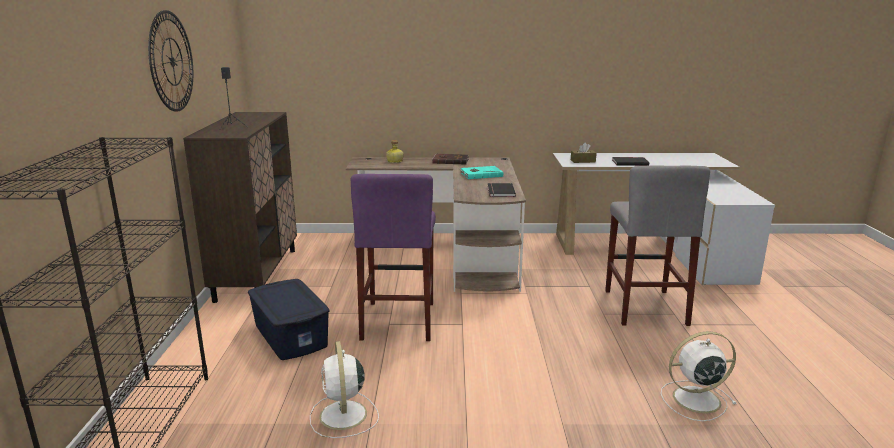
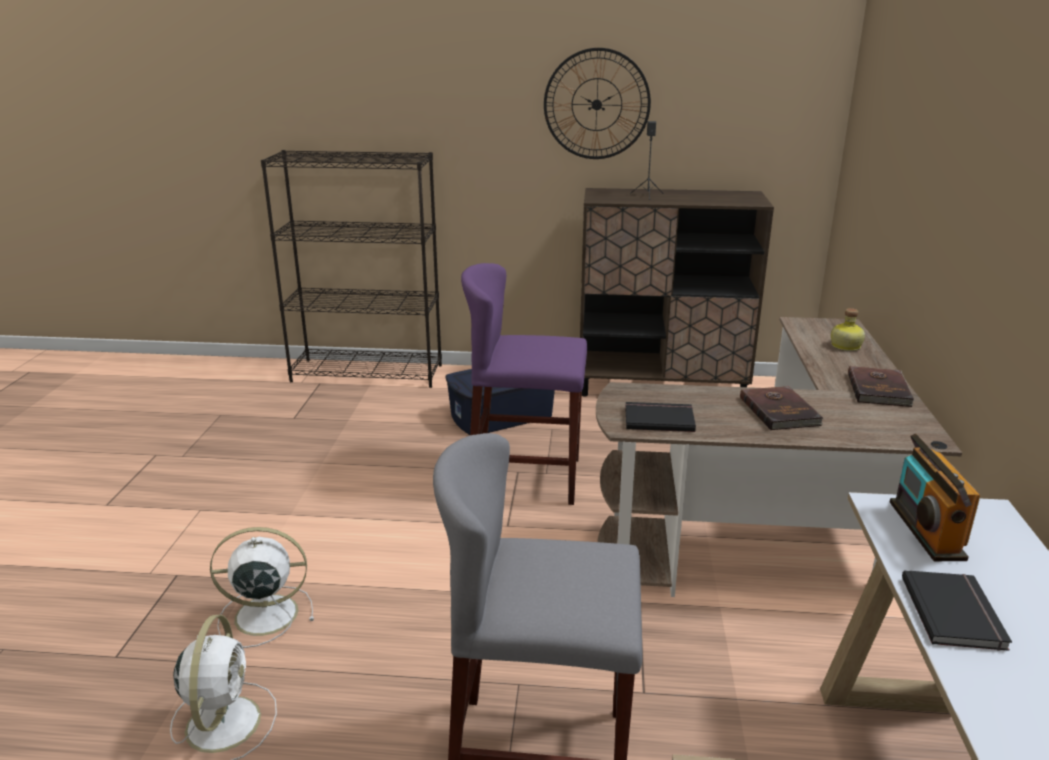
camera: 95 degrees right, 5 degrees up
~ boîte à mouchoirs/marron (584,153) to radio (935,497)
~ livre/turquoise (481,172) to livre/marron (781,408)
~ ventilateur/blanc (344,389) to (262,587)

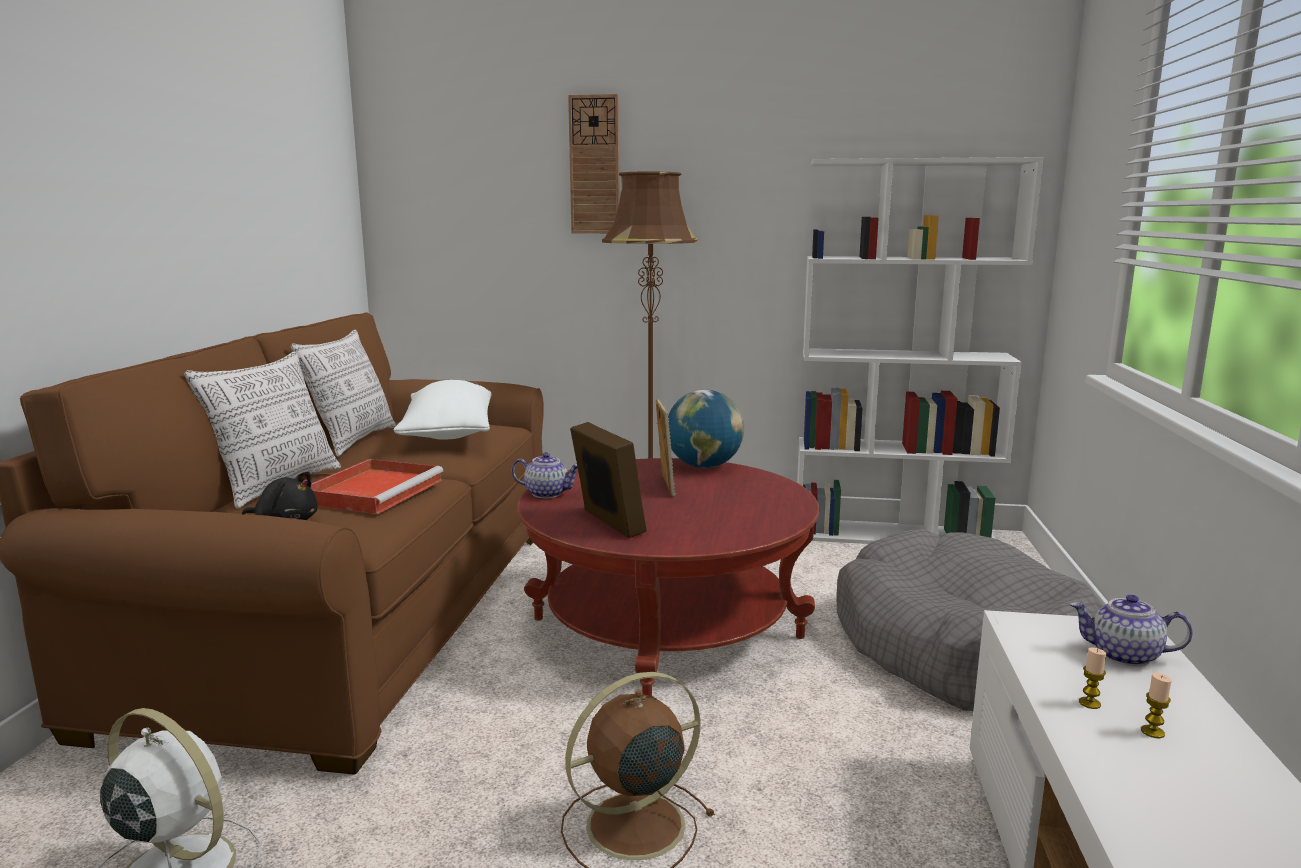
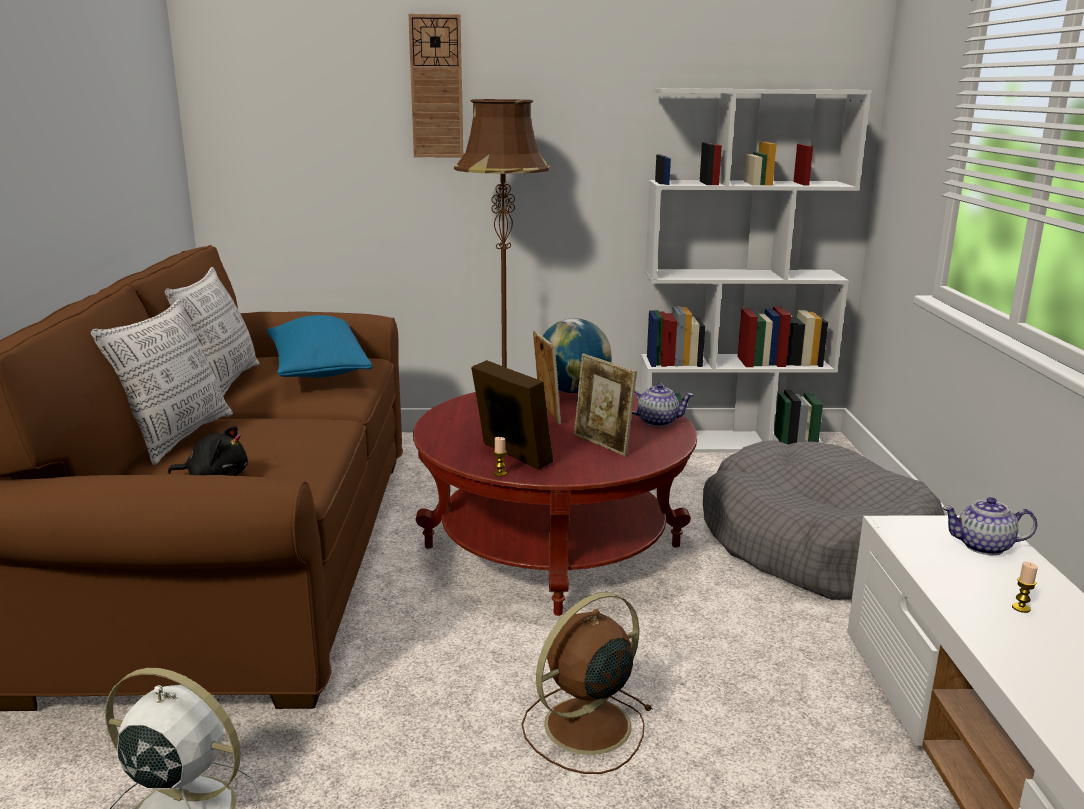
camera: 10 degrees left, 5 degrees up
~ coussin/blanc (442,410) to coussin/bleu (319,346)
~ théière (545,475) to (663,405)
- plateau/rouge (377,486)
~ bougie (1092,678) to (500,456)
+ cadre photo (605,405)

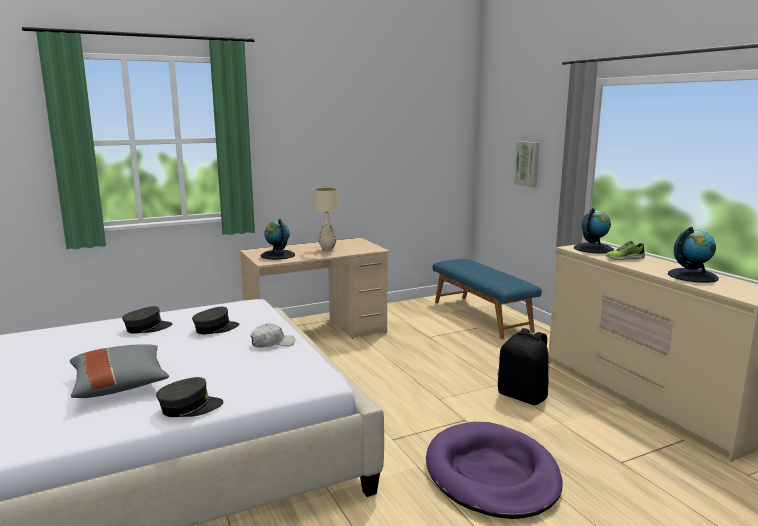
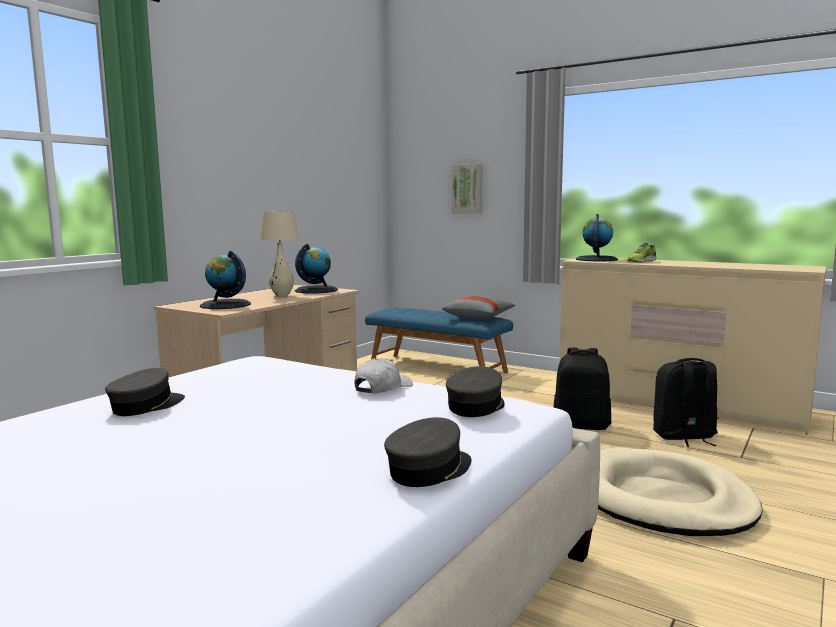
camera: 30 degrees left, 5 degrees down
~ globe (693,255) to (316,269)
~ casquette/gris (215,320) to (475,391)
~ coussin/gris (119,371) to (478,307)
~ panier pour chien/violet (494,470) to panier pour chien/beige (680,492)
+ sac à dos/noir (685,402)

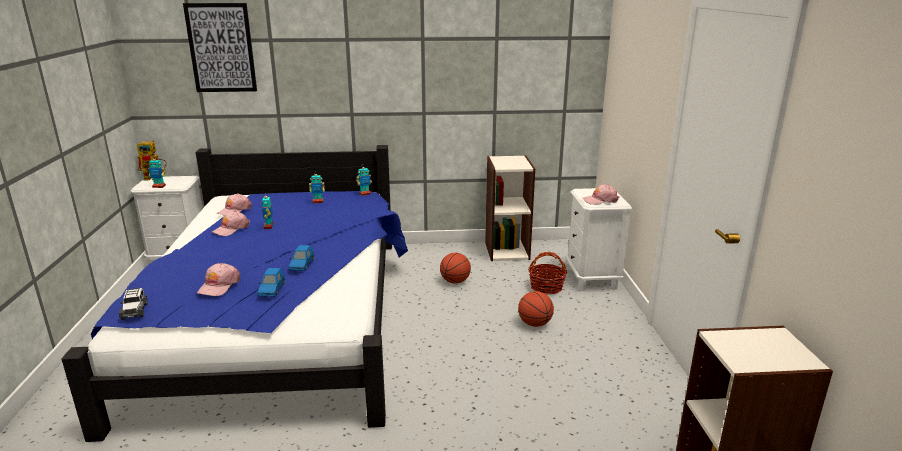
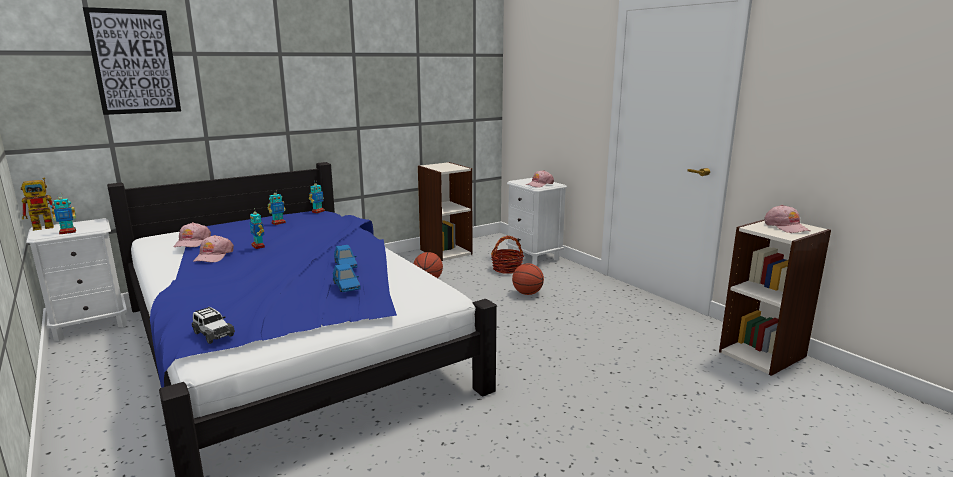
camera: 30 degrees left, 5 degrees down
~ casquette/rose (218,279) to (787,219)

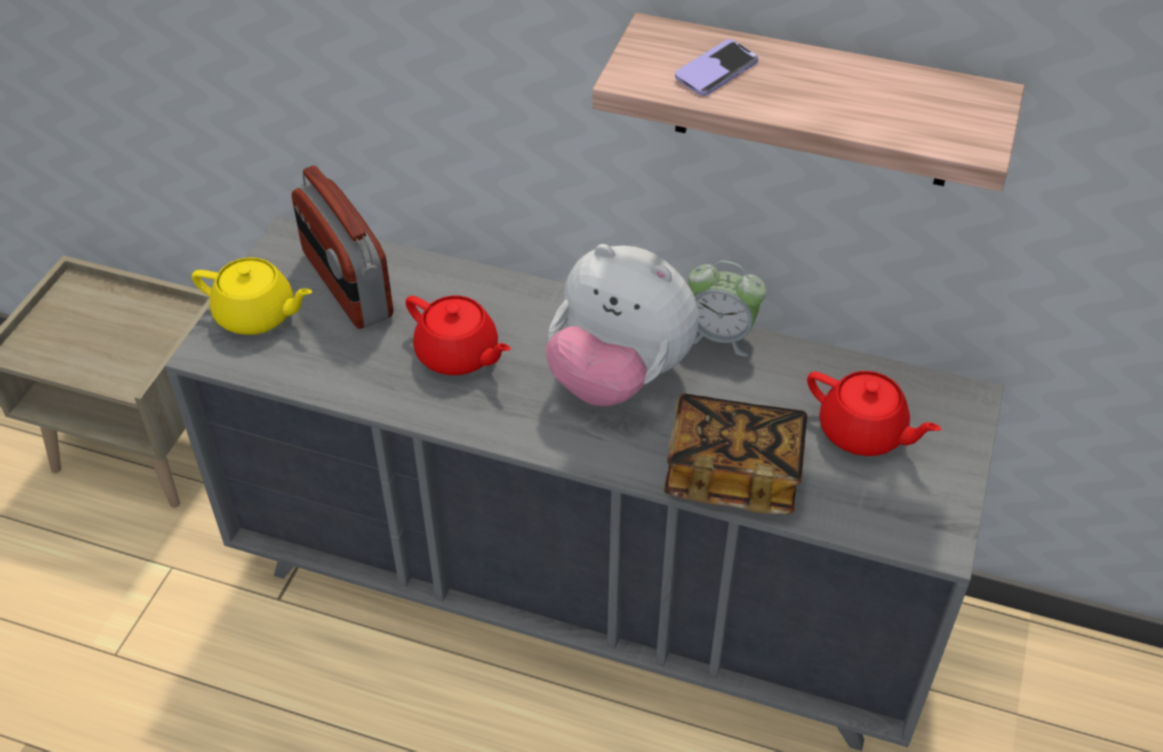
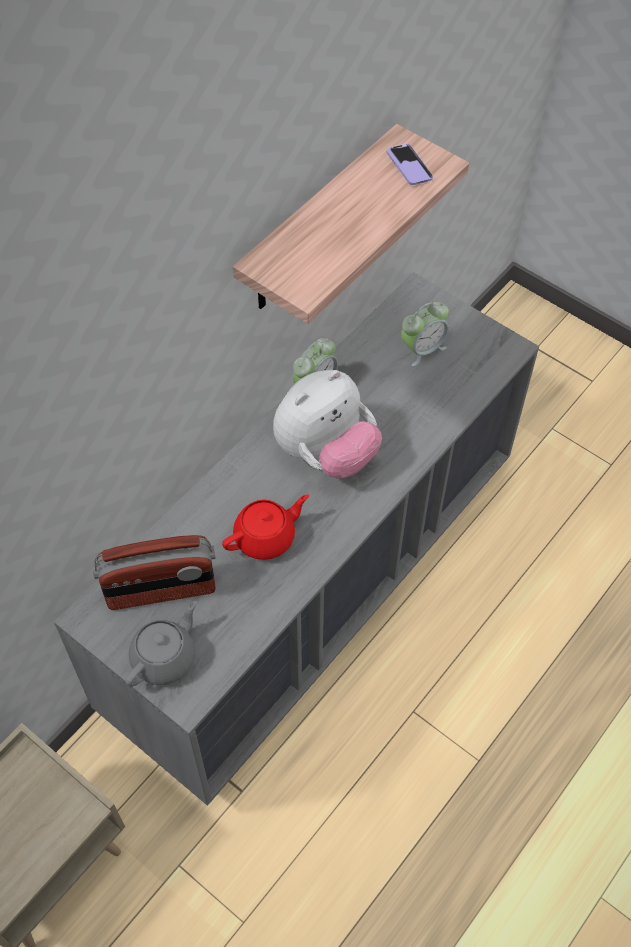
camera: 70 degrees left, 10 degrees up
~ téléphone (717,67) to (410,164)
~ théière/jaune (252,296) to théière/gris (161,644)
~ théière/rouge (874,413) to réveil (425,334)
- livre (736,454)

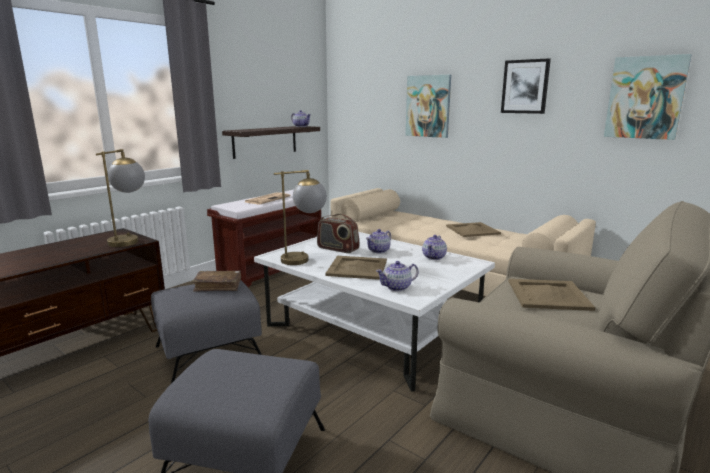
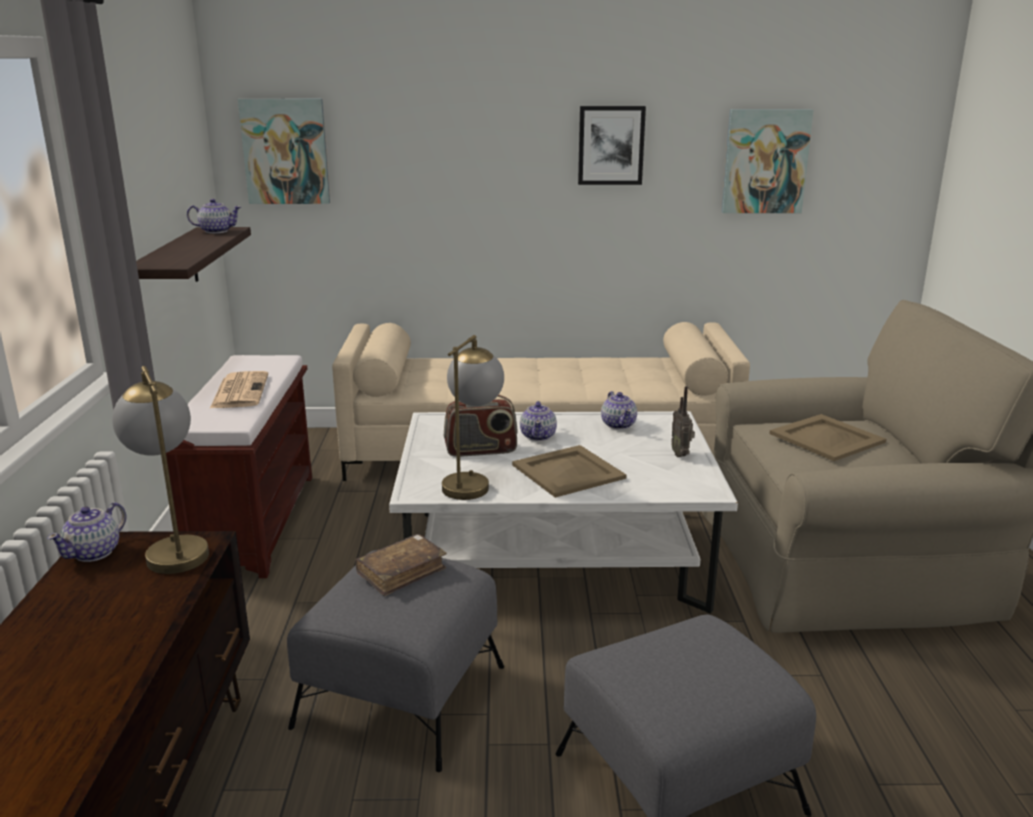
camera: 40 degrees left, 5 degrees up
~ tableau (428,106) to (284,151)
- plateau/beige (473,229)
~ théière (397,276) to (86,532)
+ radio (683,421)

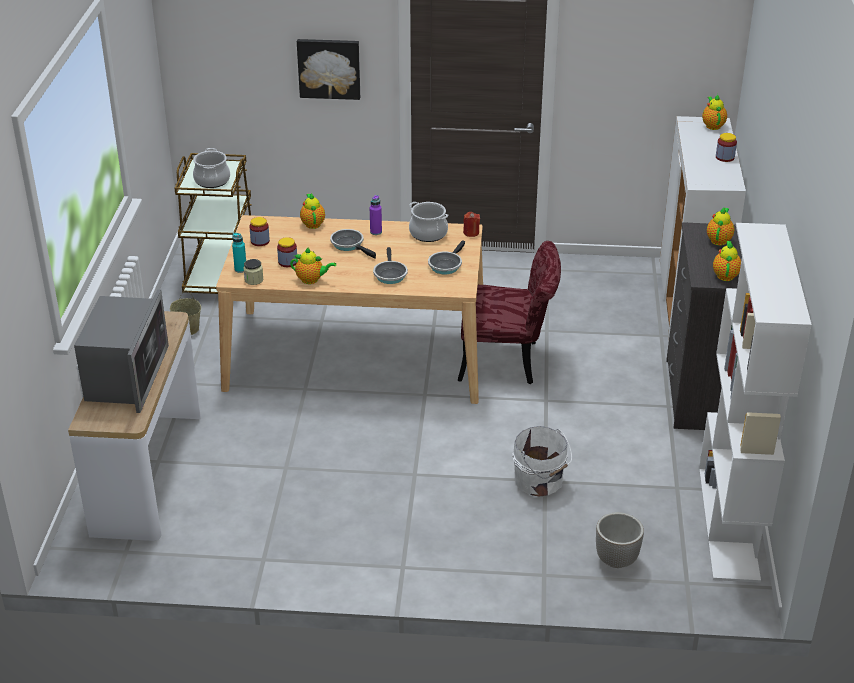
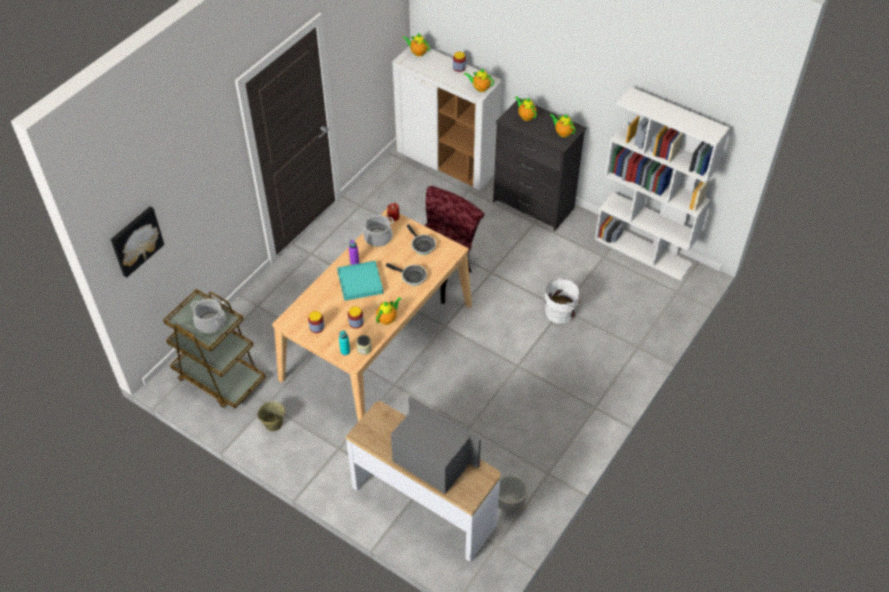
camera: 60 degrees left, 15 degrees up
~ tableau (328,69) to (137,242)
~ théière (312,211) to (479,80)
~ poêle (353,243) to plateau/turquoise (360,281)
~ cache-pot (620,540) to (512,494)

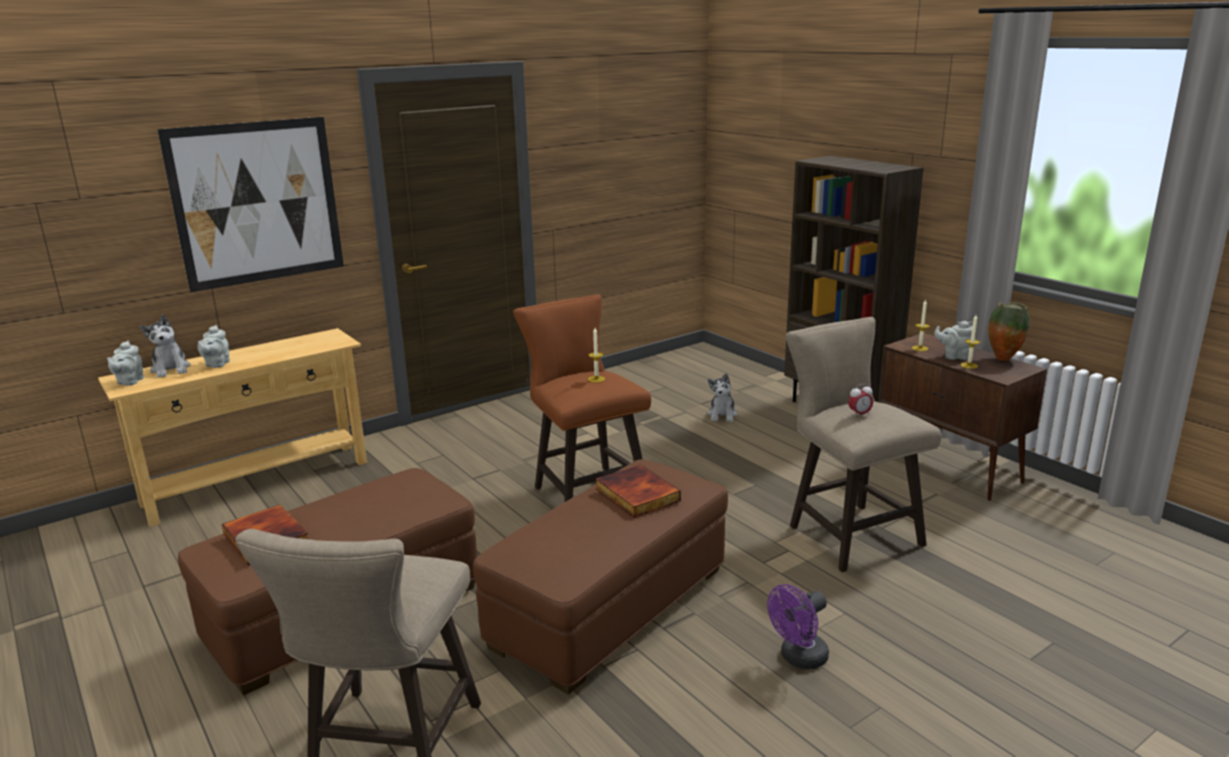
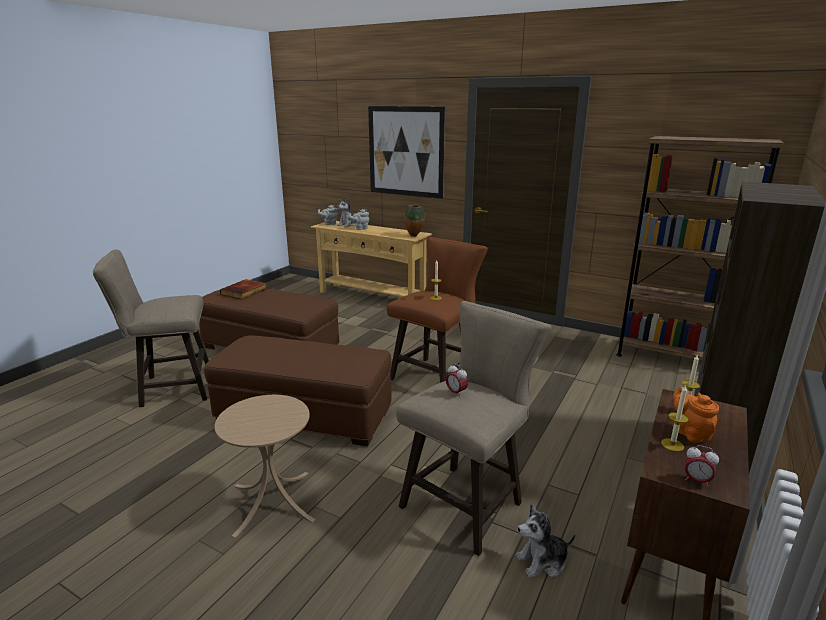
camera: 65 degrees right, 0 degrees up
~ vase (1008,331) to (415,220)
~ théière/gris (953,340) to théière/orange (696,415)
~ peluche (722,397) to (545,541)
- livre (638,491)
~ ventilateur/violet (798,626) to table d'appoint/beige (265,466)
+ bibliothèque/marron (700,248)
+ réveil (702,466)

